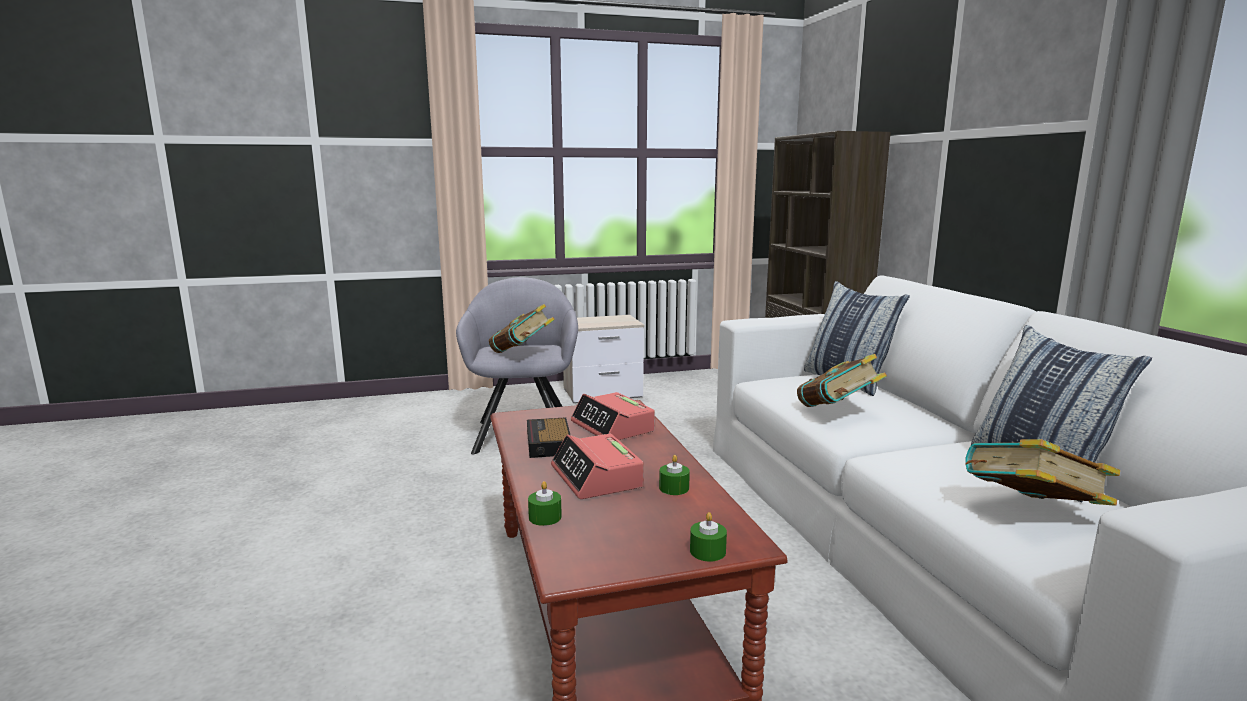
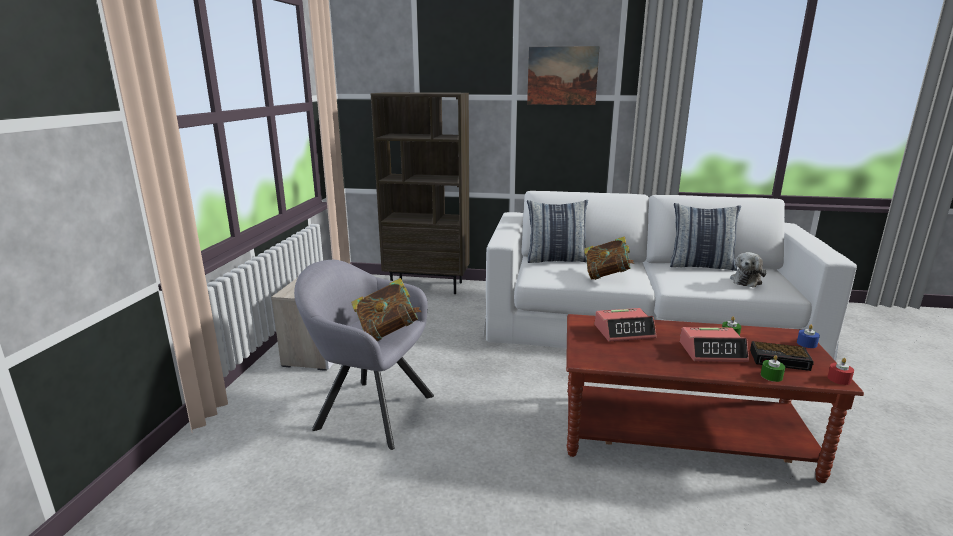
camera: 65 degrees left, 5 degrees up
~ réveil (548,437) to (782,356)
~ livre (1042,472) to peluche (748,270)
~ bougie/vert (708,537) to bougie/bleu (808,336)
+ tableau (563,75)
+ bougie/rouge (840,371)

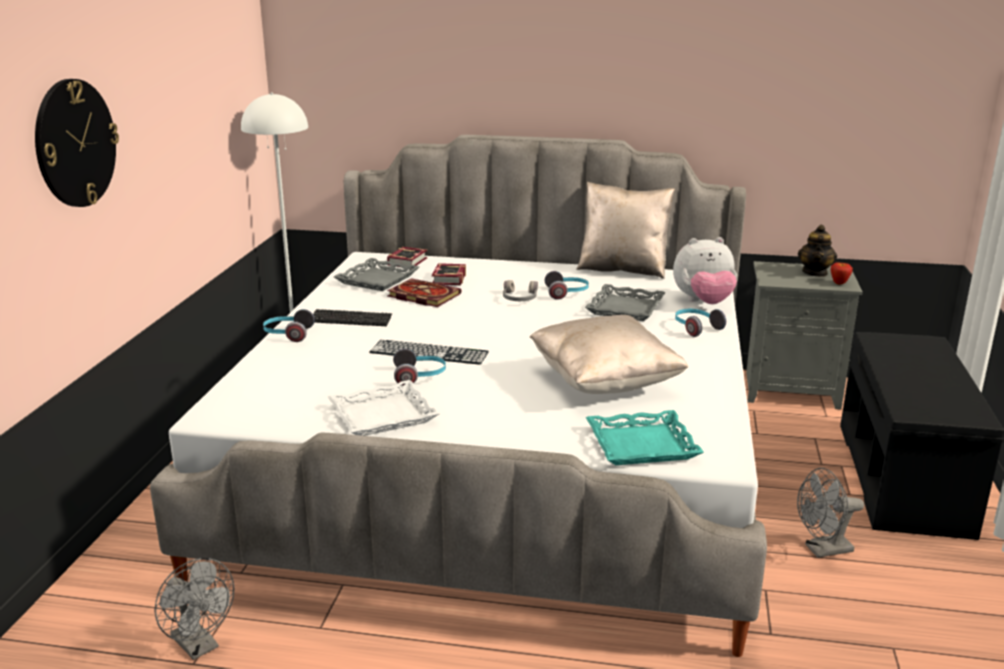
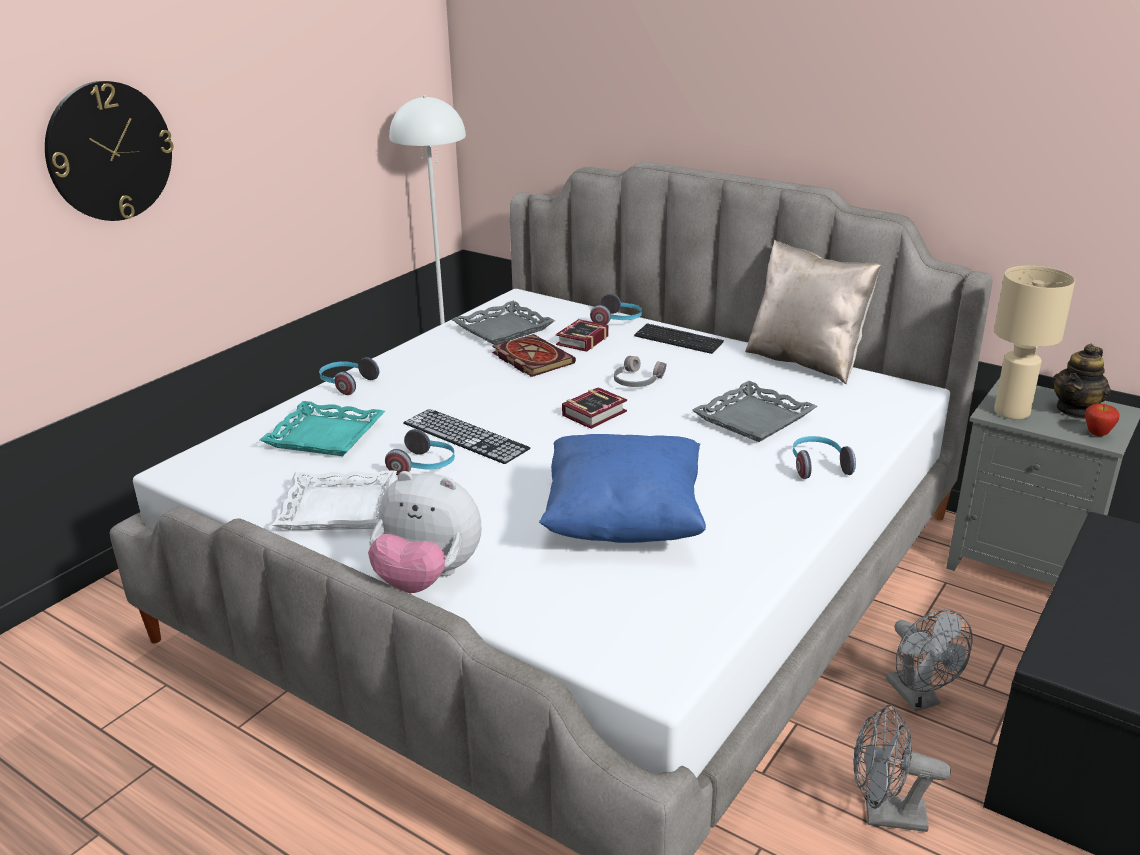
camera: 25 degrees right, 5 degrees up
~ peluche (705,270) to (424,532)
~ livre (407,258) to (594,408)
~ casque audio (567,285) to (616,309)
~ clavier (352,317) to (679,338)
~ coussin/beige (609,354) to coussin/bleu (622,488)
~ plateau/turquoise (645,437) to (322,428)
~ ventilateur/gris (194,609) to (929,661)
+ lampe de table/beige (1034,343)

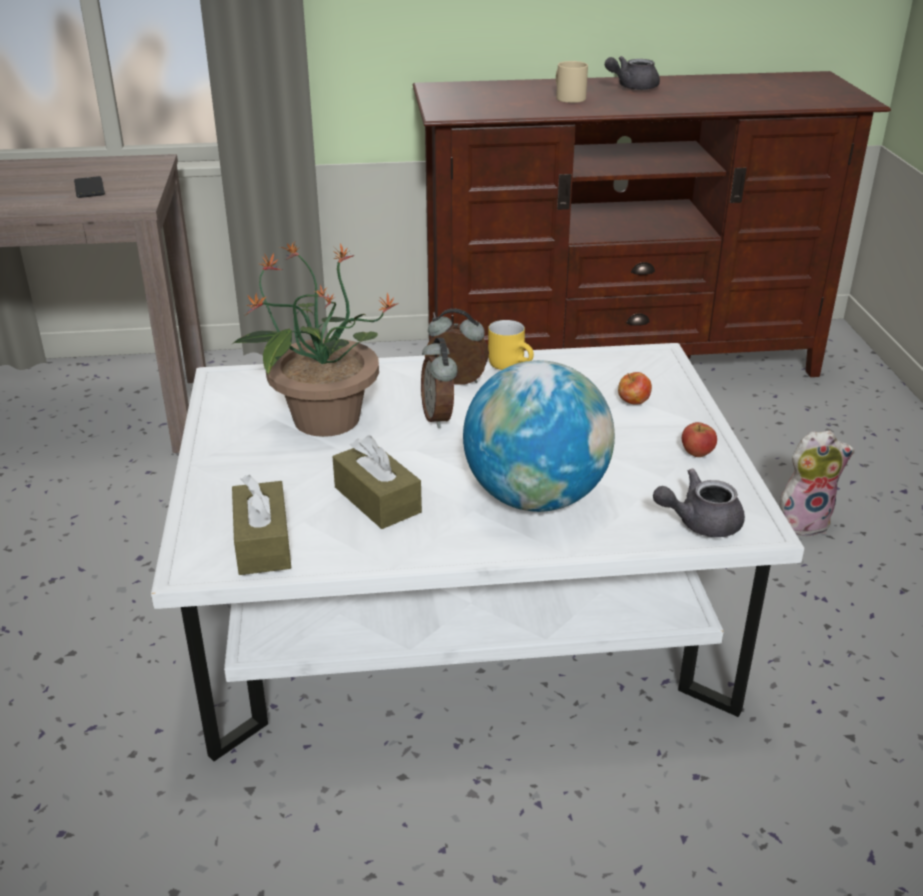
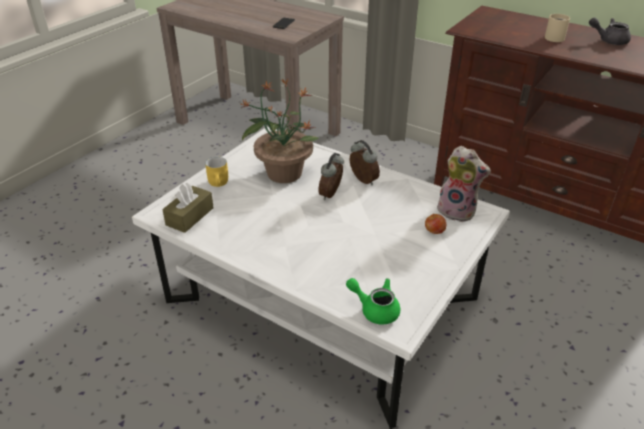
camera: 40 degrees right, 5 degrees up
~ mug/jaune (511,345) to (216,172)
- globe (539,436)
- pomme (699,439)
~ peluche (817,483) to (464,184)
- boîte à mouchoirs/marron (377,482)
~ théière/gris (699,503) to théière/vert (373,301)

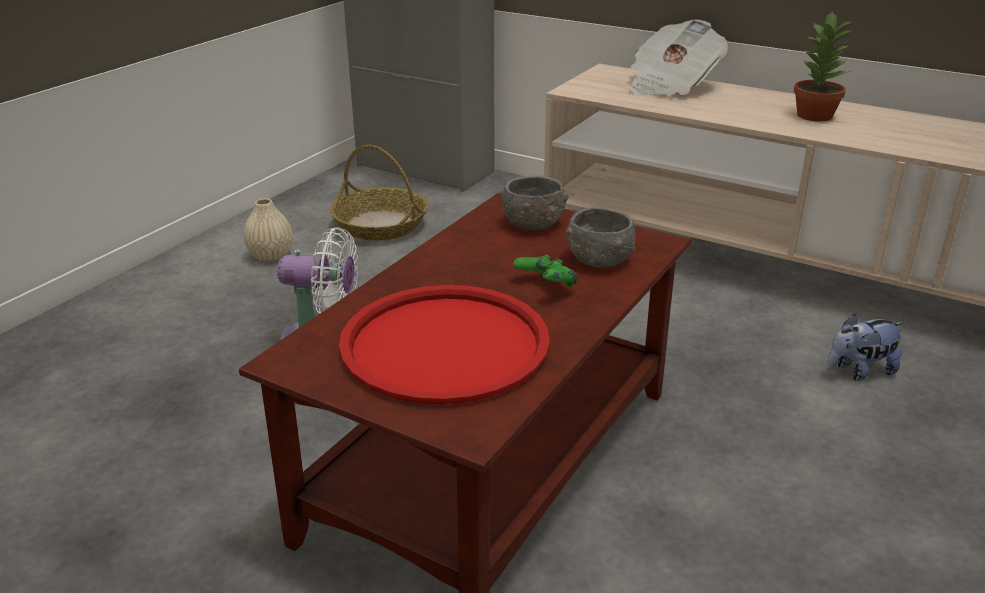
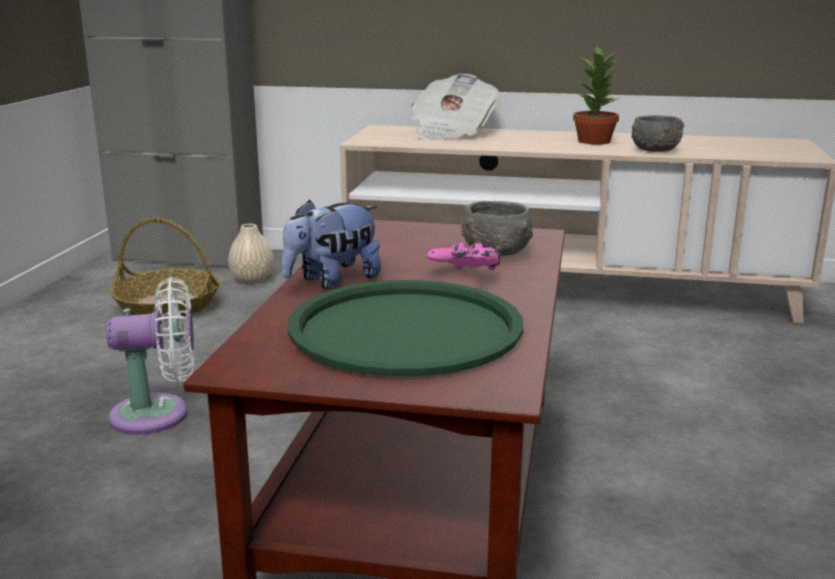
camera: 20 degrees left, 10 degrees down
~ bol/gris (534,203) to (657,133)
~ vase/beige (268,230) to (251,253)
~ manette/vert (545,270) to manette/rose (463,256)
~ plateau/rouge (444,344) to plateau/vert (405,328)
~ peluche (865,347) to (331,244)

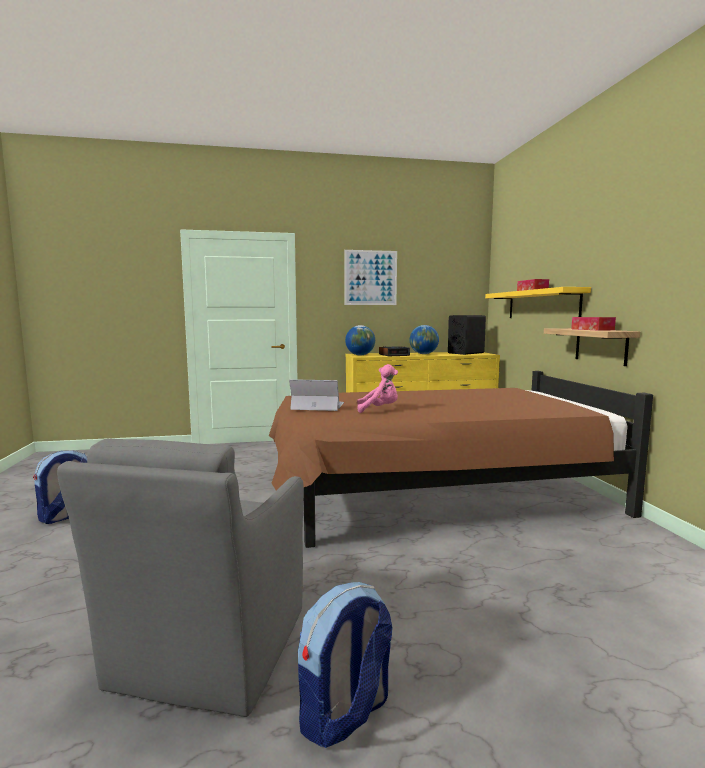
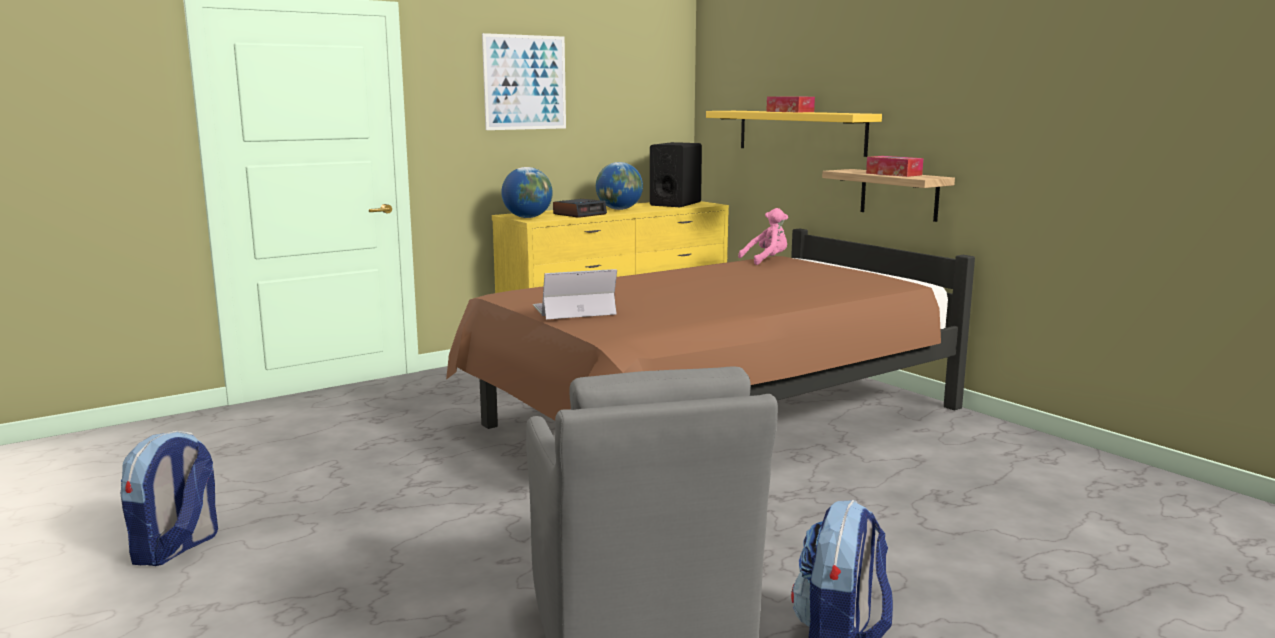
camera: 25 degrees left, 5 degrees up
~ peluche/rose (377,388) to (763,236)

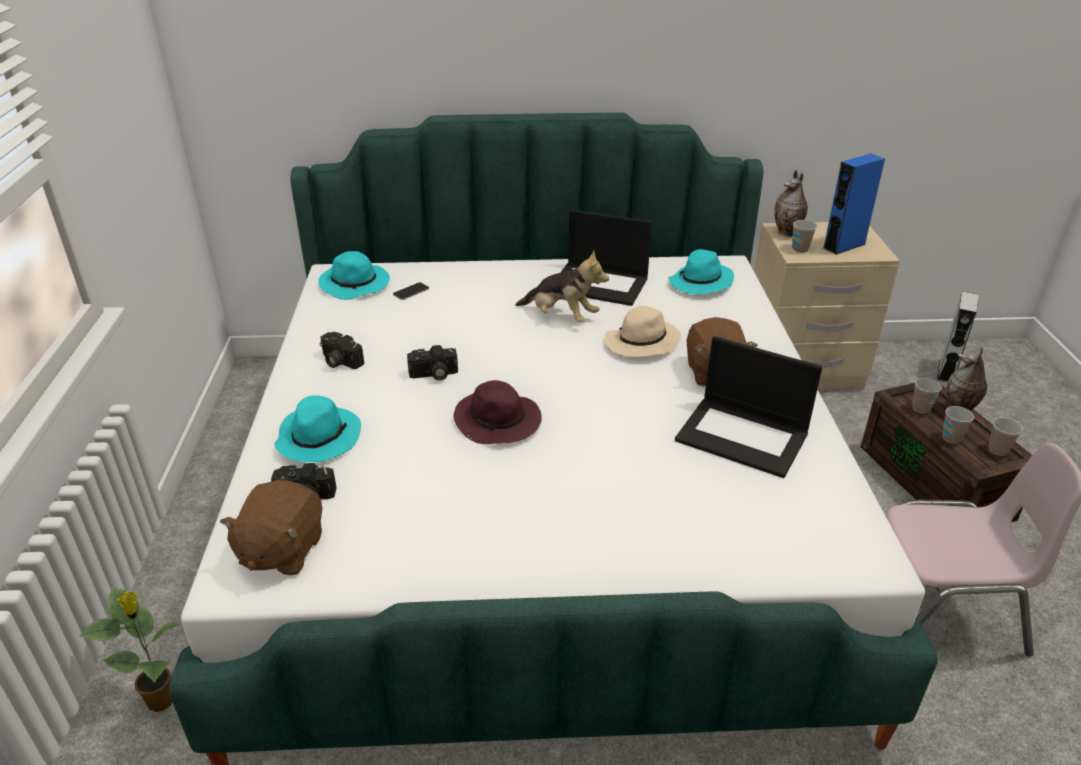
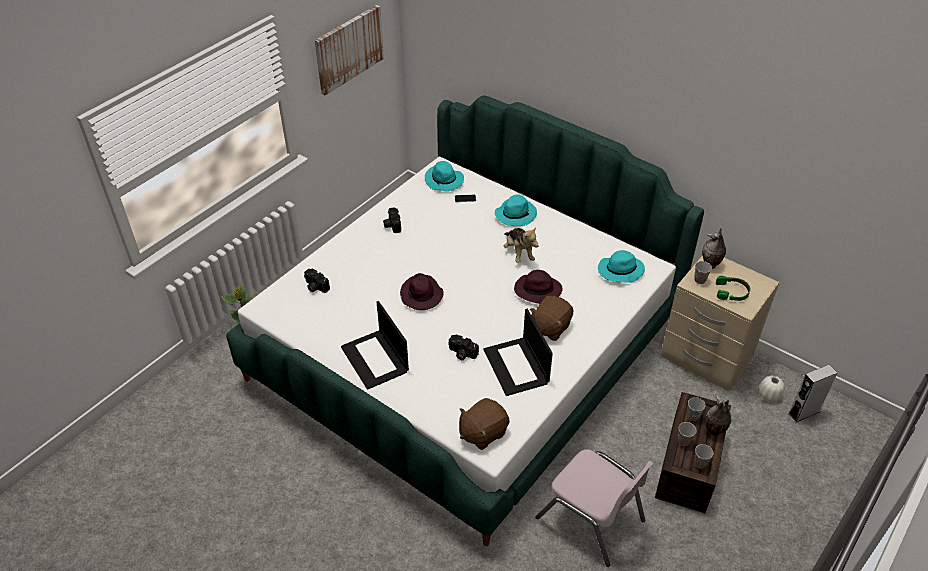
camera: 40 degrees right, 10 degrees up
~ enceinte/bleu (854,204) to casque audio/vert (733,288)
~ ordinateur portable (606,257) to (375,345)
~ chapeau/beige (643,331) to chapeau/violet (538,287)
~ appareil photo (432,363) to (463,347)
~ chapeau/turquoise (318,428) to (516,210)
~ peluche/marron (271,528) to (484,424)
+ tableau (349,50)
+ vase/blanc (771,388)

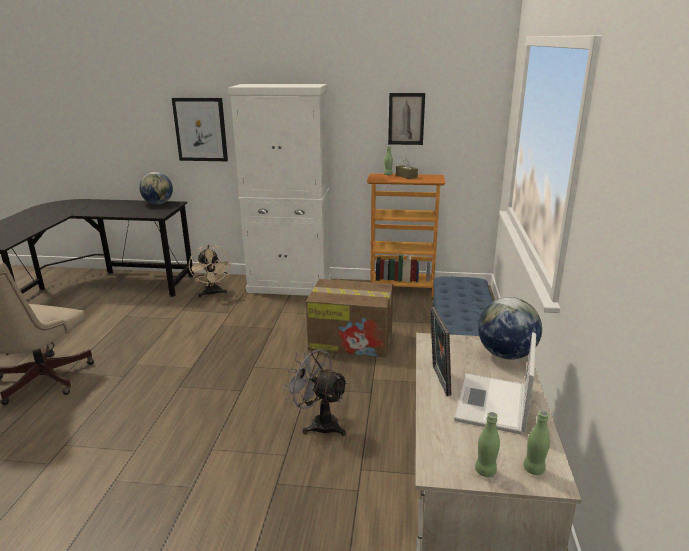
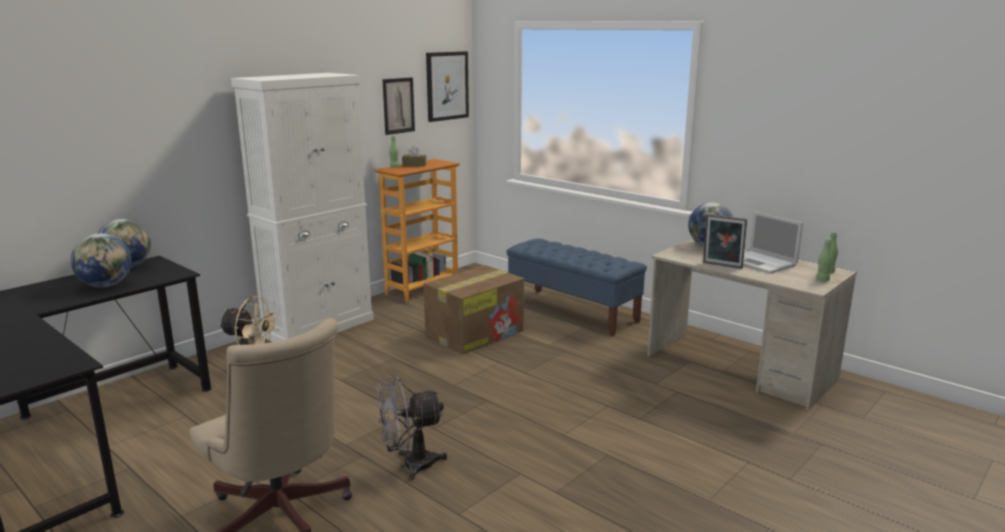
camera: 55 degrees left, 5 degrees down
~ tableau (200,129) to (447,86)
~ ventilateur/gris (315,391) to (411,428)
+ globe (101,260)

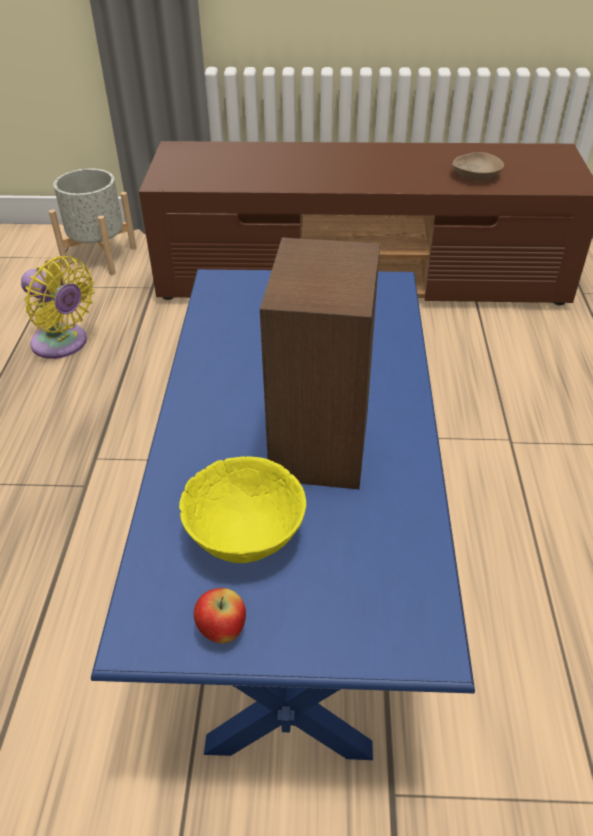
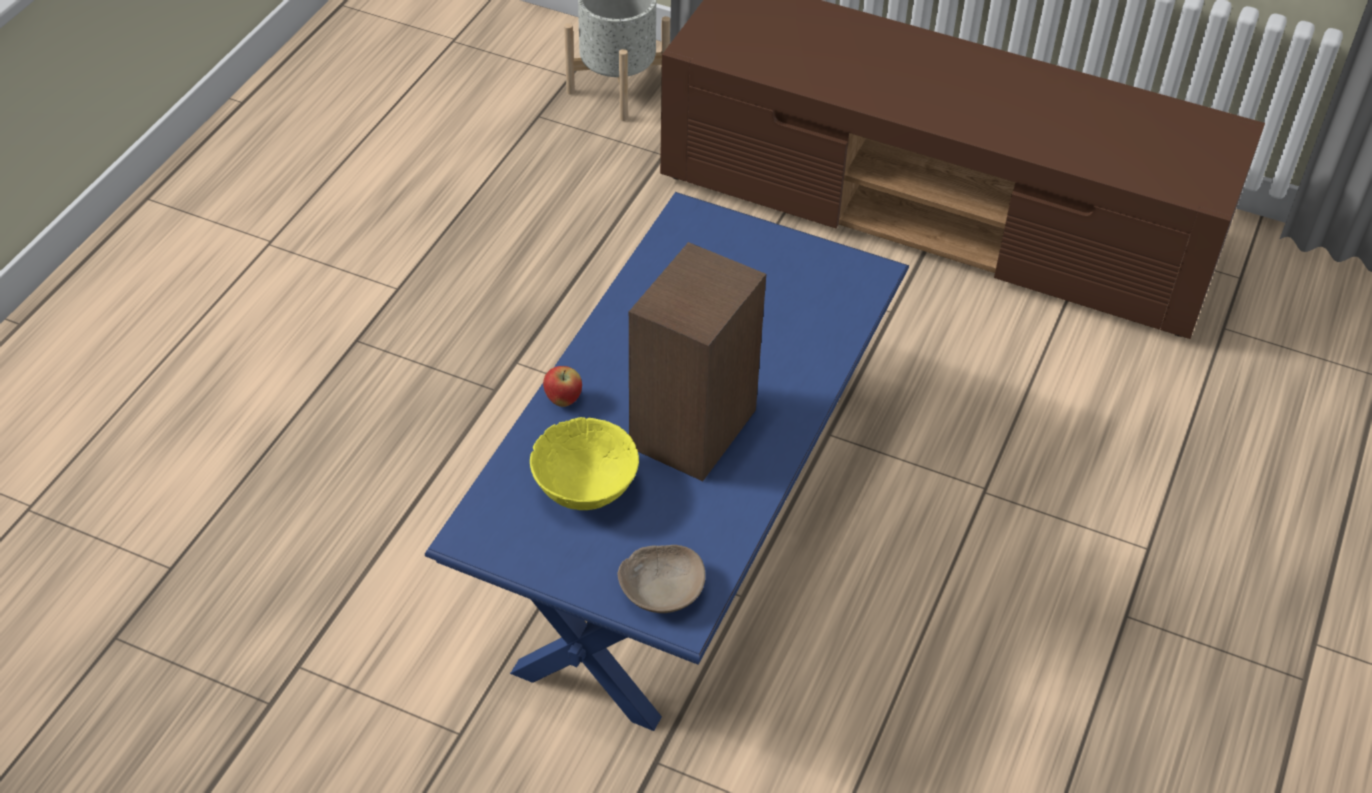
camera: 20 degrees right, 5 degrees up
~ bol/beige (478,166) to (662,579)
- ventilateur/jaune (58,307)
~ pomme (220,615) to (562,386)

